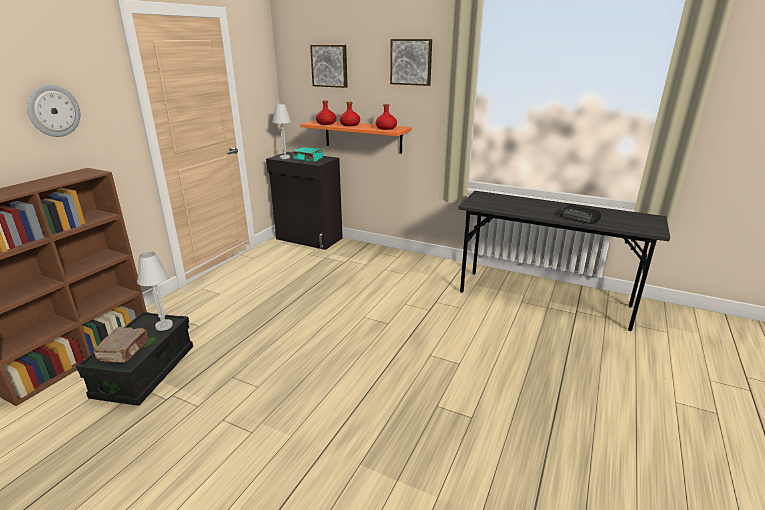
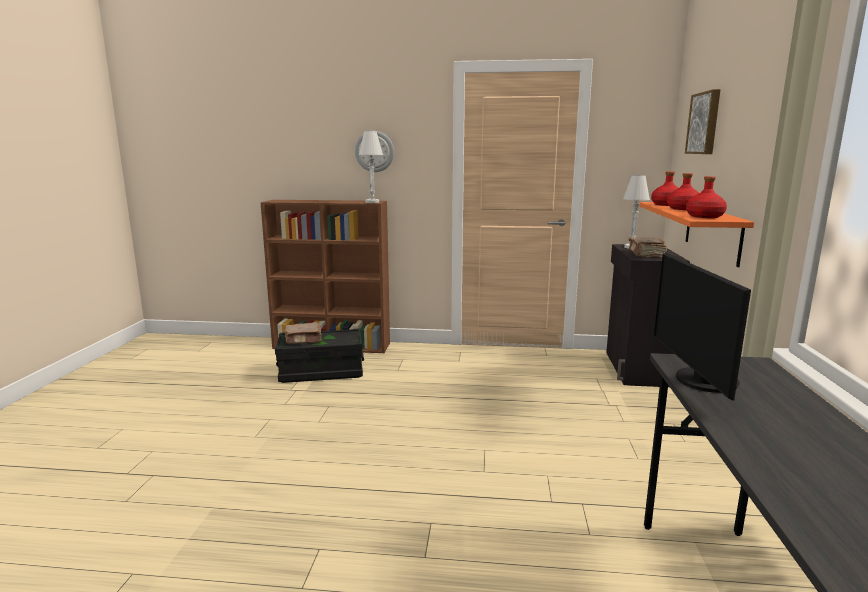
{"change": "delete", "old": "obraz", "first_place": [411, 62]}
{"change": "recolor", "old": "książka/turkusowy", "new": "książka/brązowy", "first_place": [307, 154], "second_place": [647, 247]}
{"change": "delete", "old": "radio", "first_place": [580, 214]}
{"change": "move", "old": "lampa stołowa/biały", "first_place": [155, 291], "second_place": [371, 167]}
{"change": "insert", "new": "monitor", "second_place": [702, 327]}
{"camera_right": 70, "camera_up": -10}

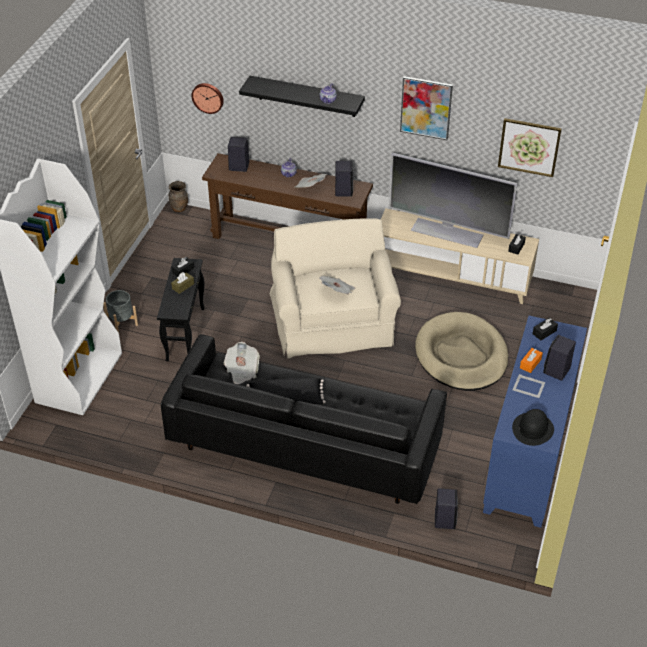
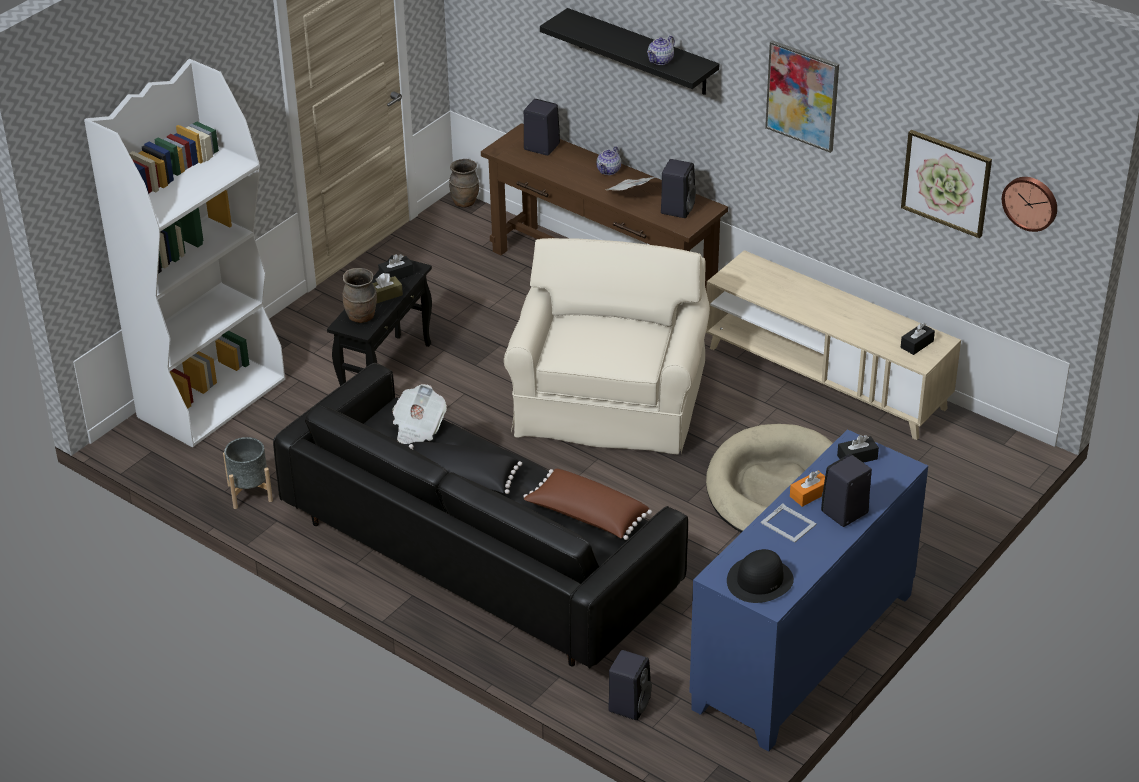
{"change": "move", "old": "zegar ścienny", "first_place": [207, 98], "second_place": [1029, 204]}
{"change": "delete", "old": "telewizor", "first_place": [453, 200]}
{"change": "delete", "old": "gazeta", "first_place": [337, 284]}
{"change": "move", "old": "donica/szary", "first_place": [120, 311], "second_place": [248, 473]}
{"change": "insert", "new": "wazon/brązowy", "second_place": [359, 295]}
{"change": "insert", "new": "poduszka/brązowy", "second_place": [588, 504]}
{"camera_right": 20, "camera_up": -5}

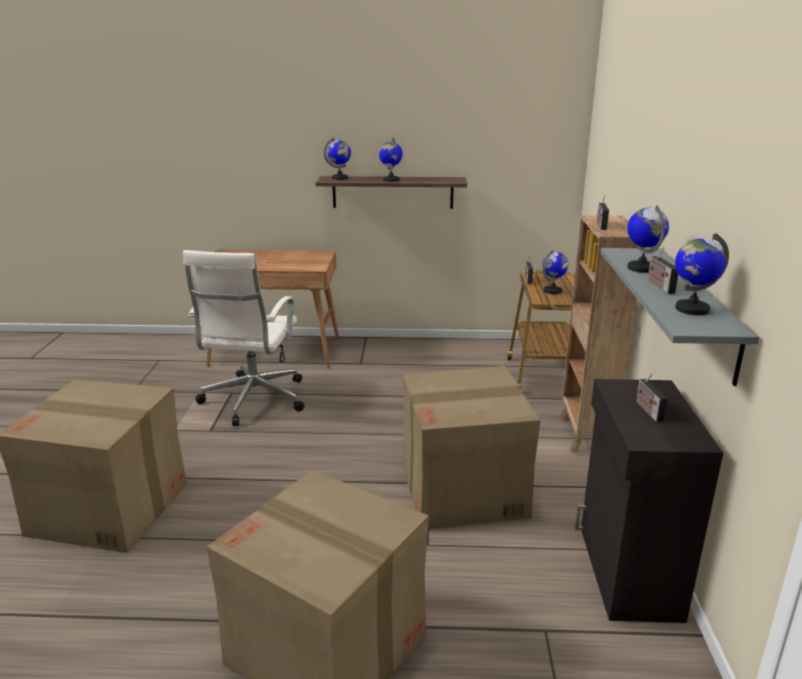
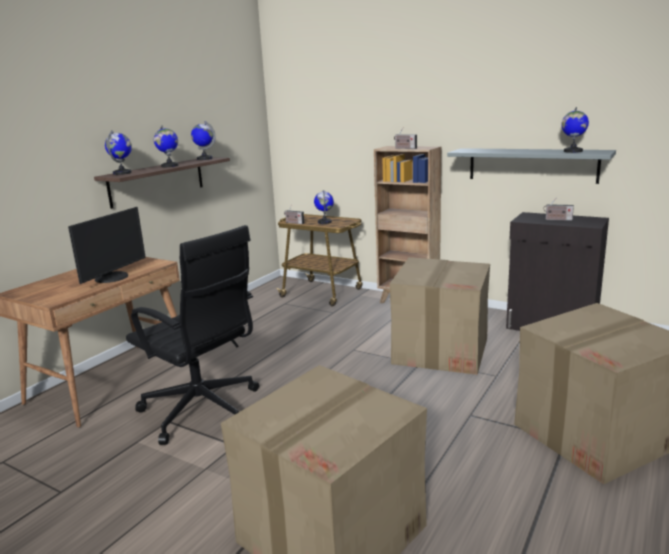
{"change": "move", "old": "globus", "first_place": [648, 239], "second_place": [203, 140]}
{"change": "delete", "old": "radio", "first_place": [663, 270]}
{"change": "recolor", "old": "krzesło biurowe/biały", "new": "krzesło biurowe/czarny", "first_place": [244, 338], "second_place": [192, 335]}
{"change": "insert", "new": "monitor", "second_place": [107, 245]}
{"camera_right": -60, "camera_up": -5}

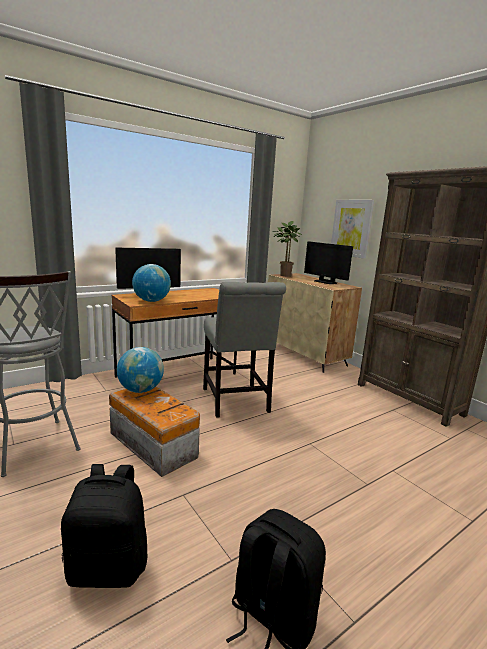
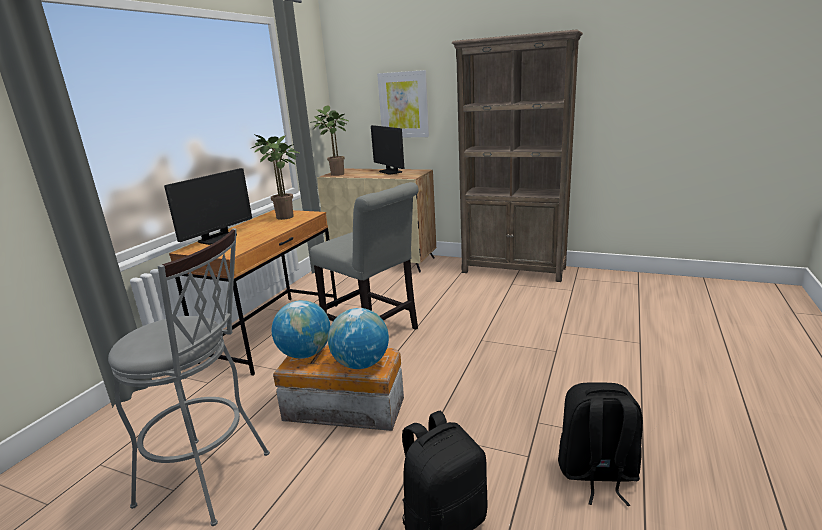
{"change": "rotate", "old": "monitor", "first_place": [328, 262], "second_place": [387, 149], "degrees": 45}
{"change": "move", "old": "globus", "first_place": [151, 283], "second_place": [358, 338]}
{"change": "insert", "new": "roślina doniczkowa", "second_place": [275, 177]}
{"camera_right": -30, "camera_up": 5}

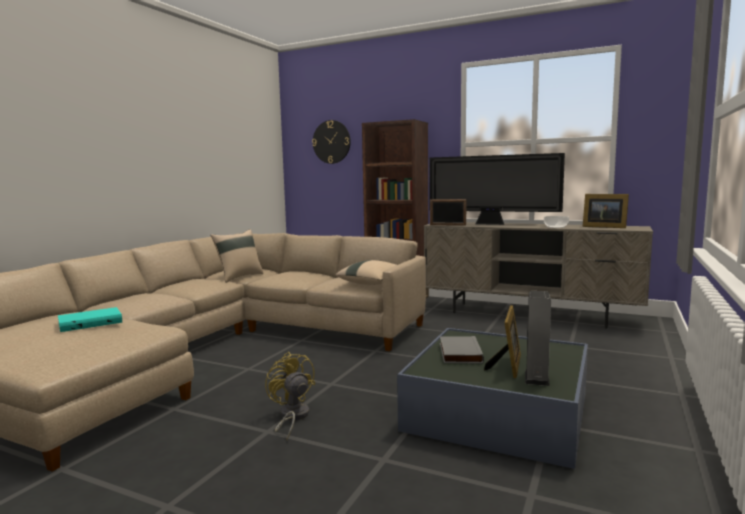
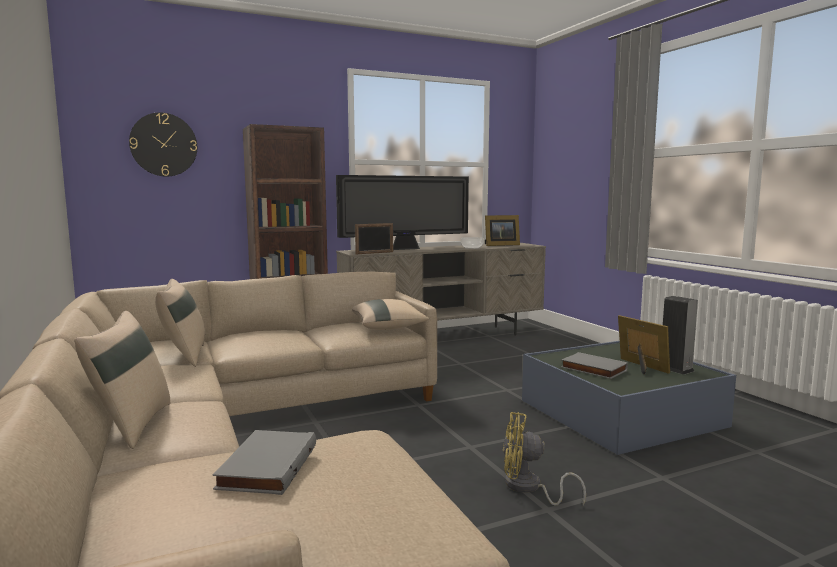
{"change": "recolor", "old": "książka/turkusowy", "new": "książka/szary", "first_place": [90, 319], "second_place": [264, 462]}
{"change": "insert", "new": "poduszka/beżowy", "second_place": [122, 380]}
{"camera_right": -50, "camera_up": 0}

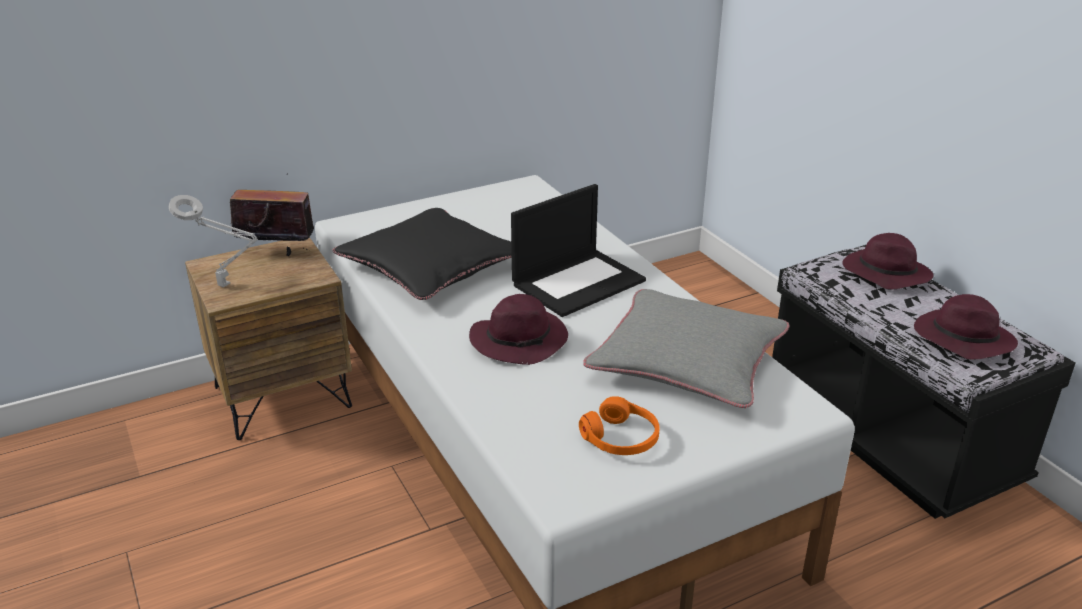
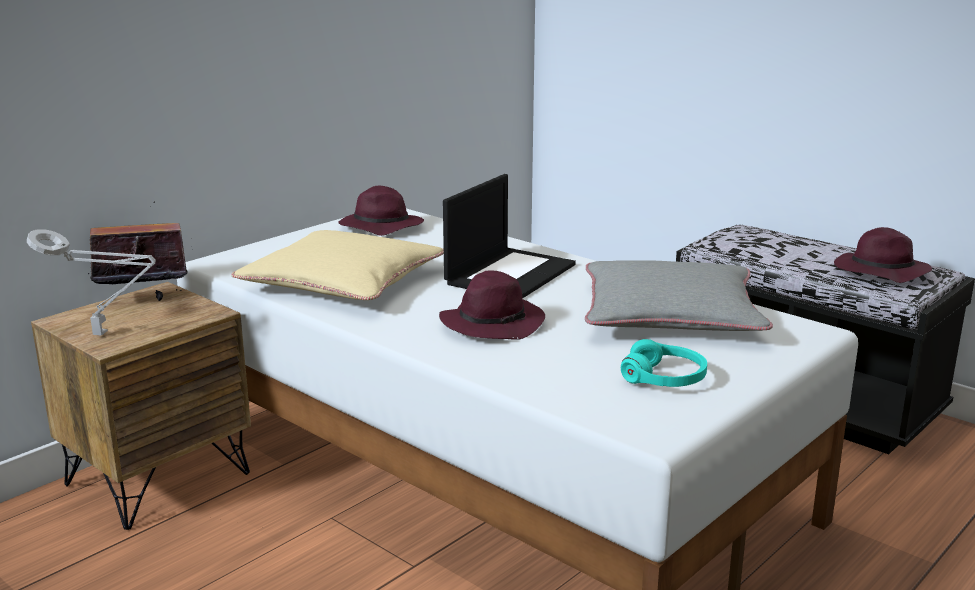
{"change": "recolor", "old": "poduszka/czarny", "new": "poduszka/beżowy", "first_place": [422, 254], "second_place": [337, 265]}
{"change": "move", "old": "kapelusz/fioletowy", "first_place": [888, 261], "second_place": [381, 211]}
{"change": "recolor", "old": "słuchawki/pomarańczowy", "new": "słuchawki/turkusowy", "first_place": [619, 425], "second_place": [664, 363]}
{"camera_right": -20, "camera_up": -10}

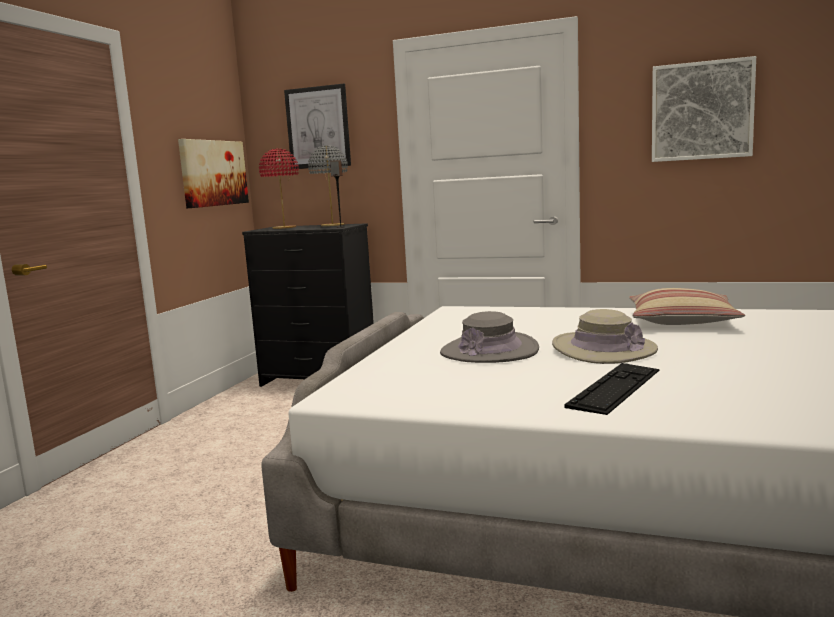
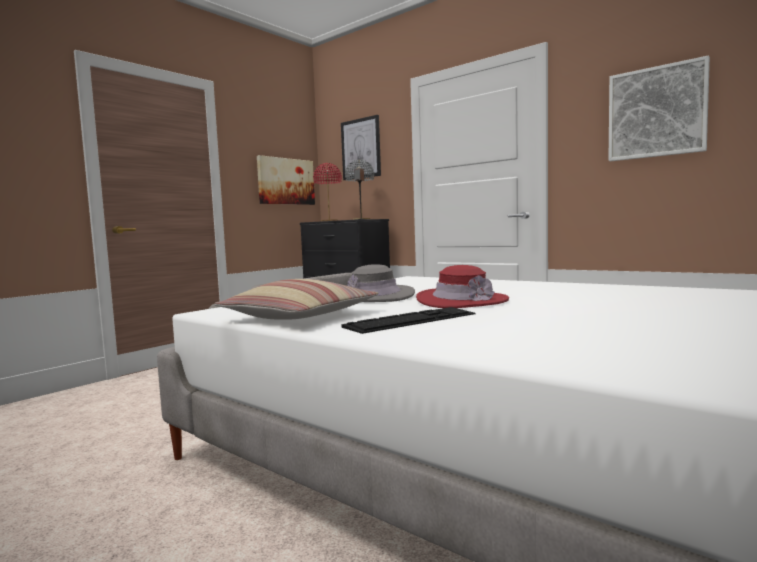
{"change": "move", "old": "poduszka", "first_place": [687, 306], "second_place": [296, 299]}
{"change": "recolor", "old": "kapelusz/beżowy", "new": "kapelusz/czerwony", "first_place": [605, 336], "second_place": [462, 286]}
{"camera_right": 20, "camera_up": -5}

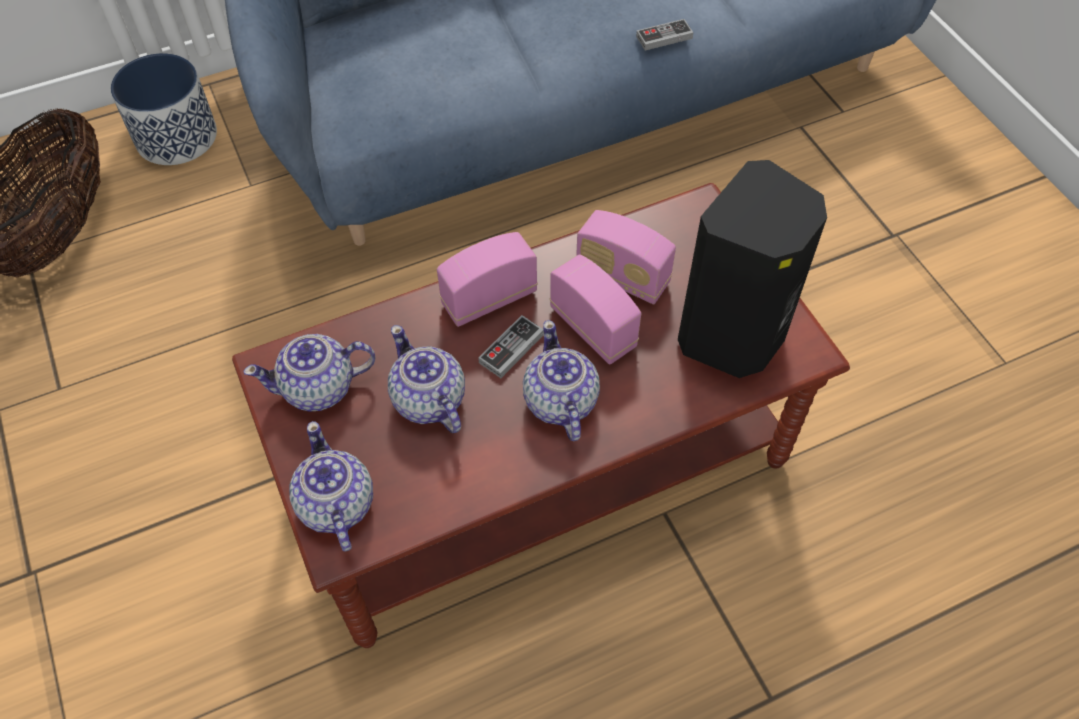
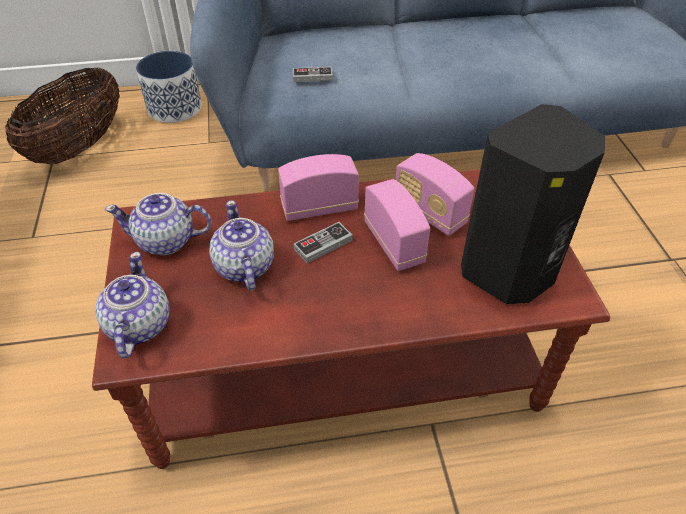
{"change": "move", "old": "pad do gier", "first_place": [665, 35], "second_place": [313, 74]}
{"change": "delete", "old": "imbryk", "first_place": [561, 380]}
{"camera_right": 15, "camera_up": -10}

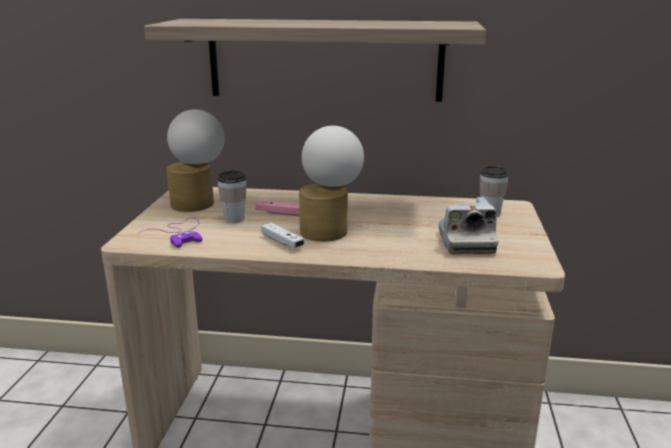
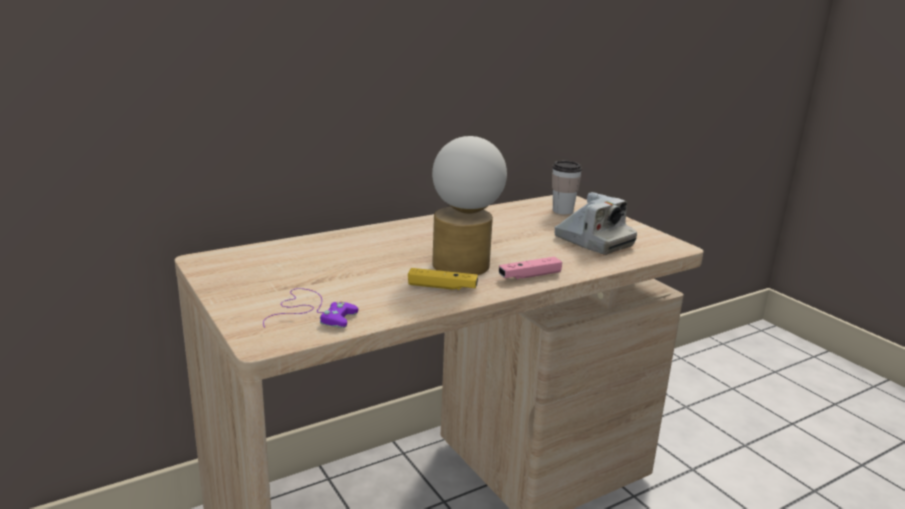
{"change": "delete", "old": "półka", "first_place": [315, 60]}
{"change": "delete", "old": "lampa stołowa", "first_place": [195, 160]}
{"change": "delete", "old": "filiżanka", "first_place": [232, 197]}
{"change": "move", "old": "pad do gier/różowy", "first_place": [277, 208], "second_place": [530, 268]}
{"change": "recolor", "old": "pad do gier/biały", "new": "pad do gier/żółty", "first_place": [283, 235], "second_place": [443, 279]}
{"camera_right": -40, "camera_up": 0}

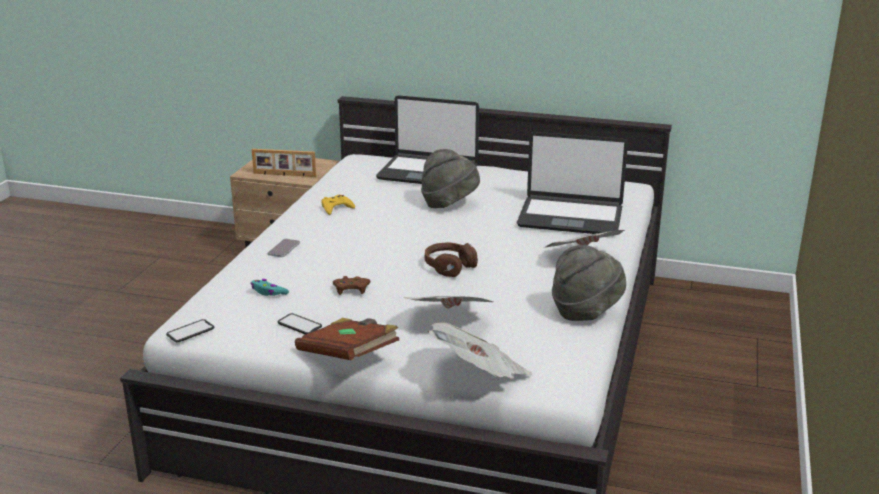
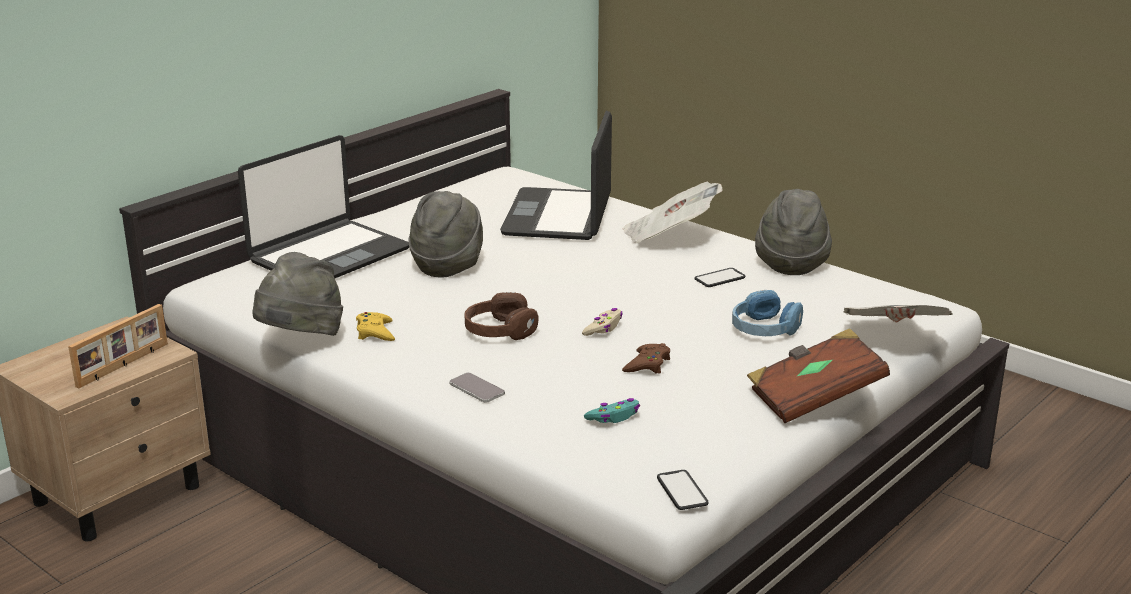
{"change": "rotate", "old": "laptop", "first_place": [572, 183], "second_place": [556, 175], "degrees": 150}
{"change": "move", "old": "słuchawki/brązowy", "first_place": [451, 259], "second_place": [502, 316]}
{"change": "replace", "old": "gazeta", "new": "słuchawki/niebieski", "first_place": [448, 302], "second_place": [767, 313]}
{"change": "move", "old": "telefon", "first_place": [299, 323], "second_place": [720, 277]}
{"change": "insert", "new": "kapelusz/szary", "second_place": [297, 294]}
{"change": "insert", "new": "pad do gier/beżowy", "second_place": [602, 322]}
{"camera_right": -65, "camera_up": 0}

